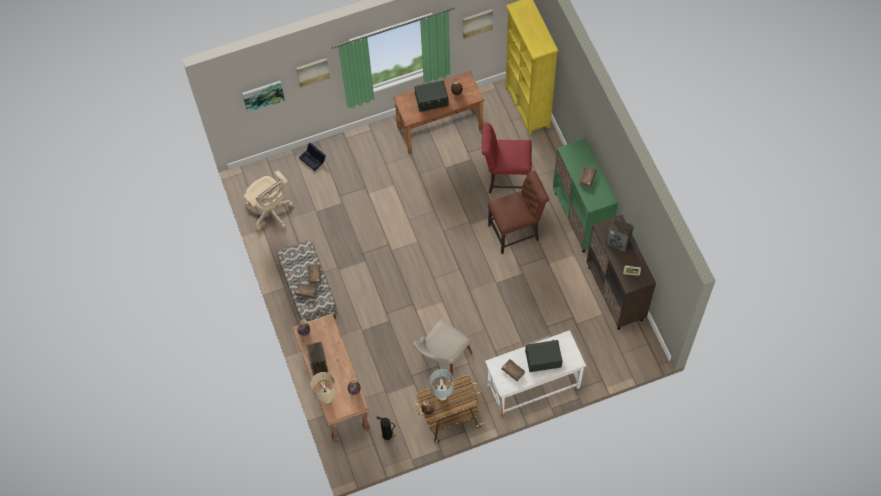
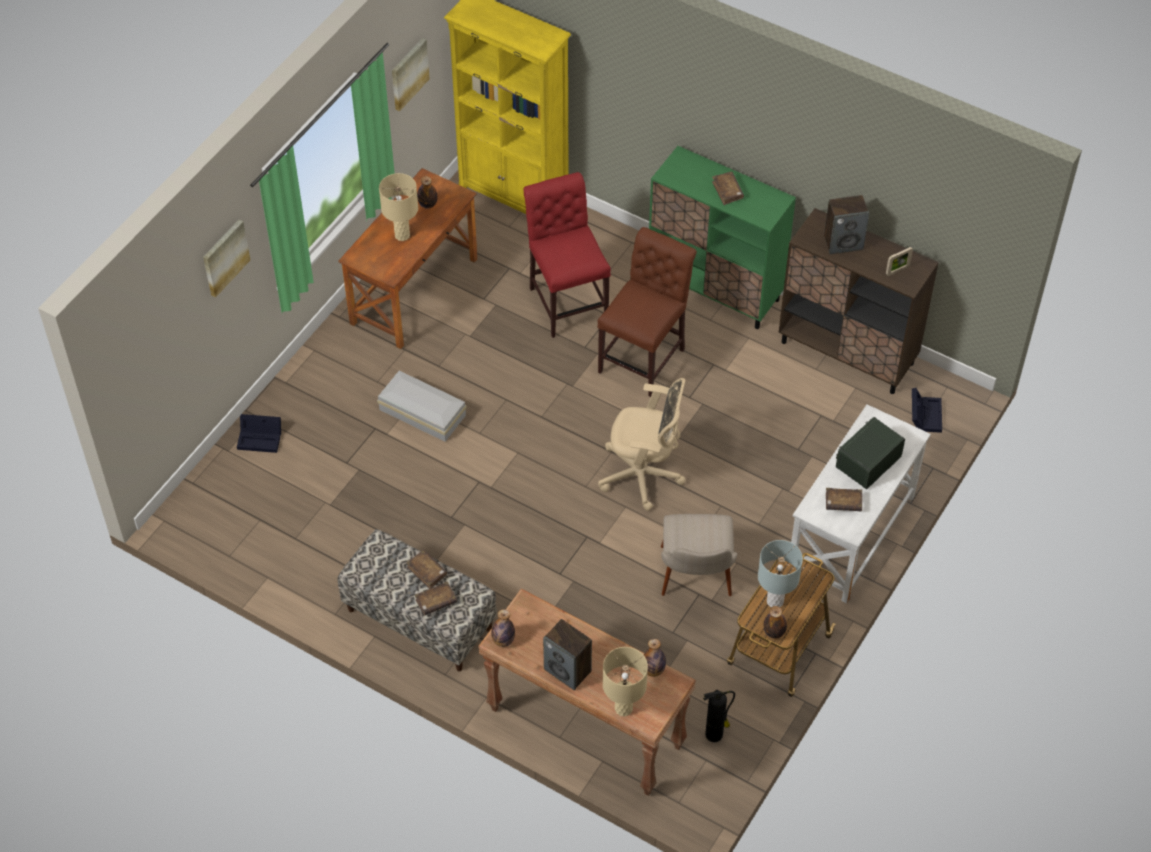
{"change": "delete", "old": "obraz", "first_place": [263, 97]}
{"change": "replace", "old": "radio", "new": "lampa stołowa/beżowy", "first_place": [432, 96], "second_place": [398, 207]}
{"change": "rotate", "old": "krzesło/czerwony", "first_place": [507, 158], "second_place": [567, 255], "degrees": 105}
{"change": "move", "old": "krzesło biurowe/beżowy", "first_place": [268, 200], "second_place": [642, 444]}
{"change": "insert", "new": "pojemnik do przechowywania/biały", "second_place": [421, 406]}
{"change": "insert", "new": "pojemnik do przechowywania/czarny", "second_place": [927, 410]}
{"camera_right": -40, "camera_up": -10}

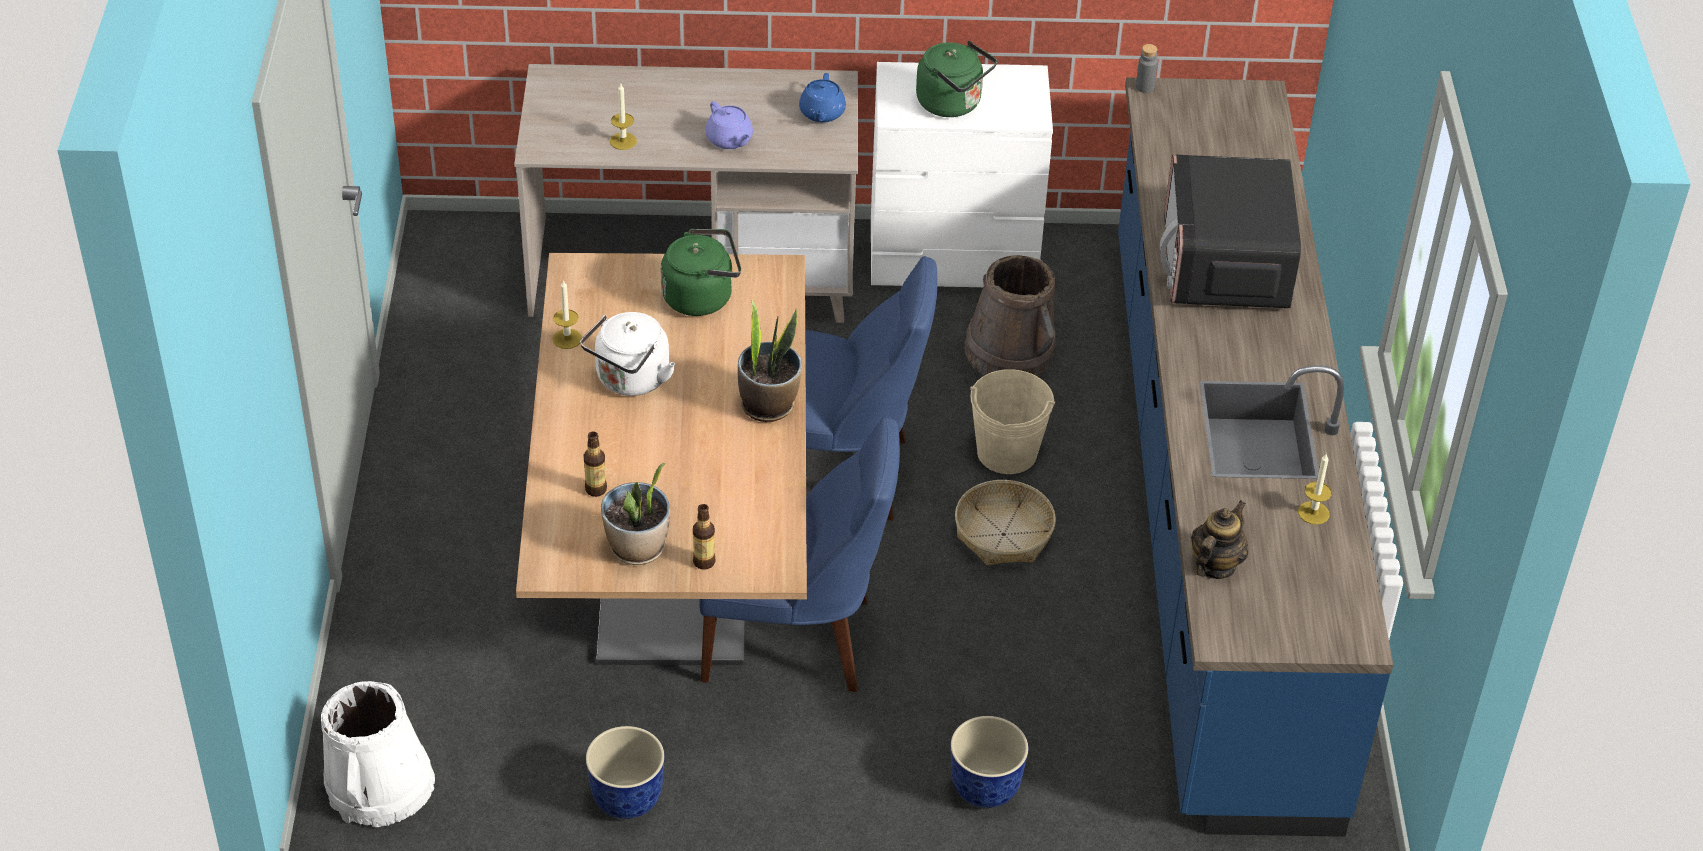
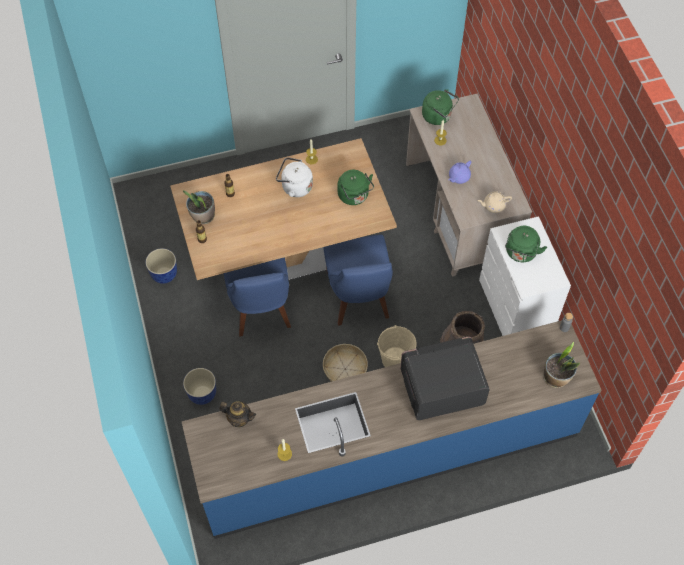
{"change": "recolor", "old": "imbryk/niebieski", "new": "imbryk/beżowy", "first_place": [822, 98], "second_place": [495, 202]}
{"change": "move", "old": "roślina doniczkowa", "first_place": [770, 360], "second_place": [561, 365]}
{"change": "delete", "old": "wiadro/biały", "first_place": [378, 754]}
{"change": "insert", "new": "czajnik/zielony", "second_place": [440, 107]}
{"camera_right": 75, "camera_up": 15}

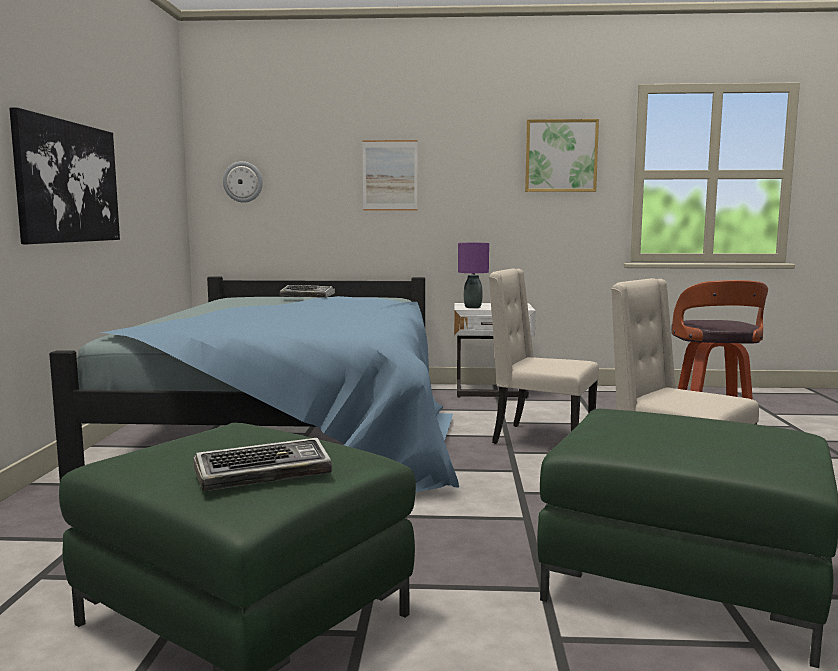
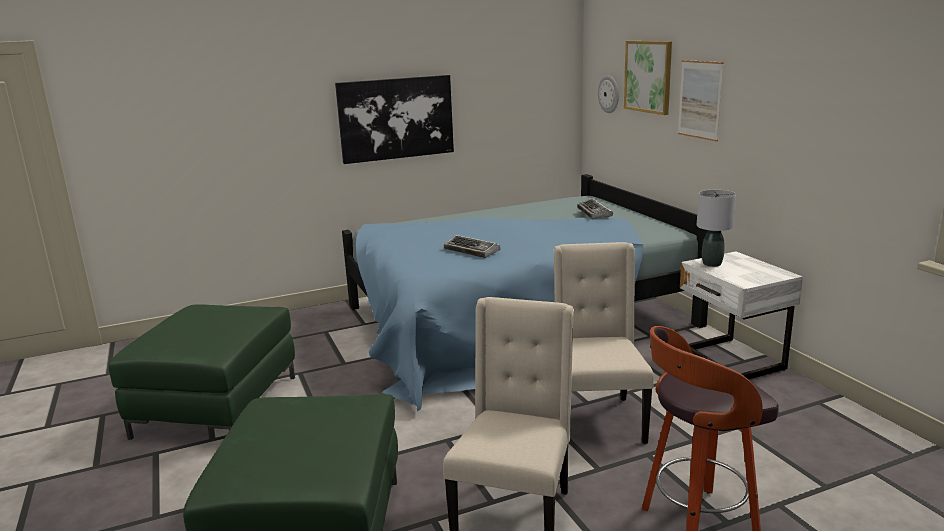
{"change": "move", "old": "obraz", "first_place": [562, 155], "second_place": [648, 78]}
{"change": "recolor", "old": "lampa stołowa/fioletowy", "new": "lampa stołowa/szary", "first_place": [473, 275], "second_place": [716, 228]}
{"change": "move", "old": "klawiatura", "first_place": [262, 464], "second_place": [472, 246]}
{"camera_right": 65, "camera_up": 10}

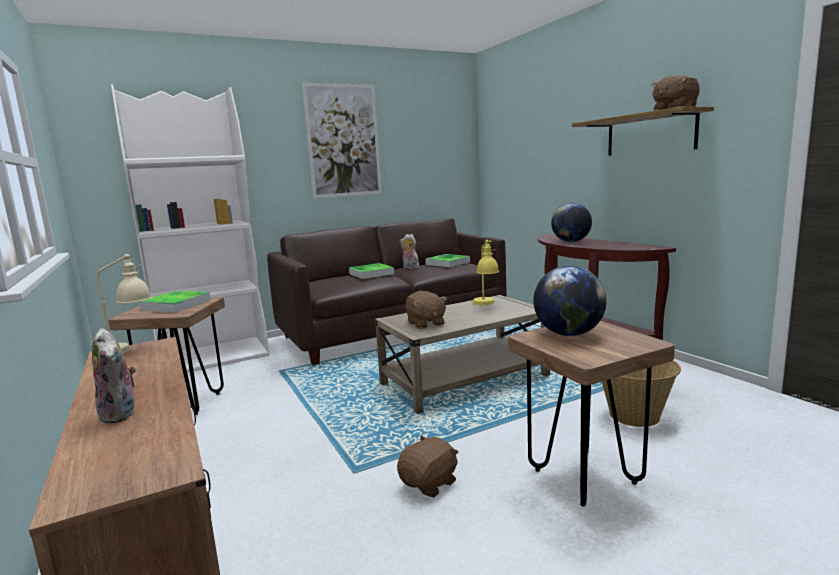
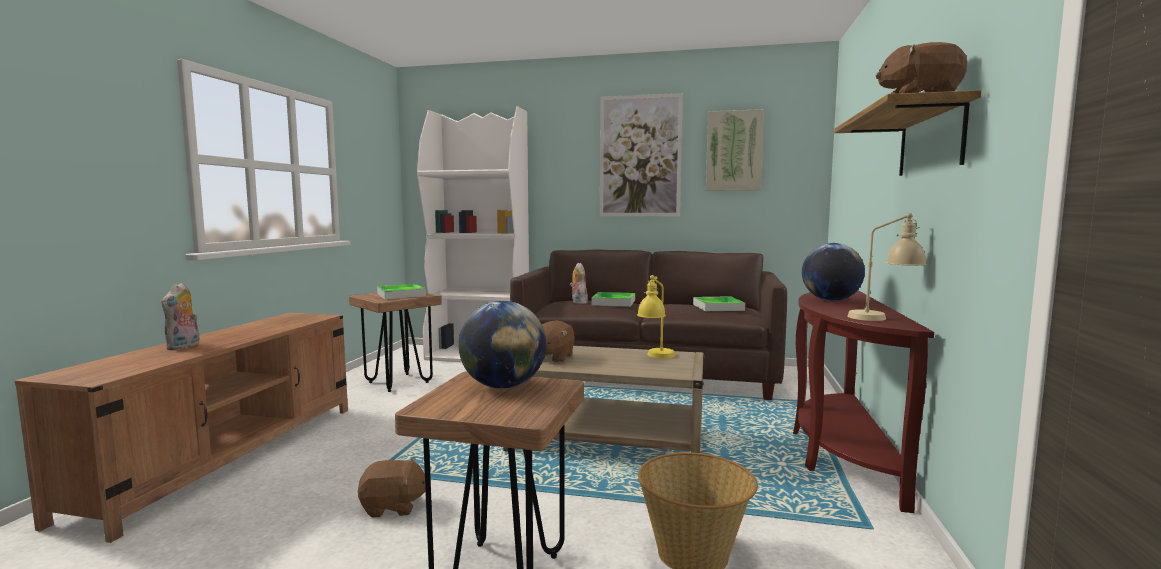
{"change": "move", "old": "pluszak", "first_place": [409, 251], "second_place": [579, 283]}
{"change": "move", "old": "lampa stołowa/beżowy", "first_place": [124, 304], "second_place": [887, 267]}
{"change": "insert", "new": "obraz", "second_place": [735, 150]}
{"camera_right": 40, "camera_up": -5}

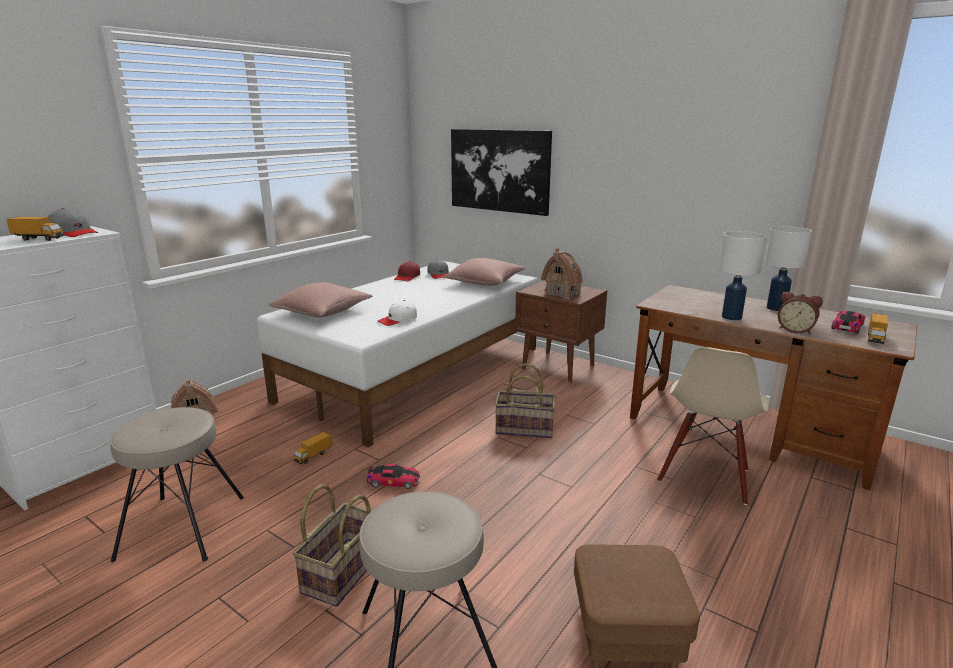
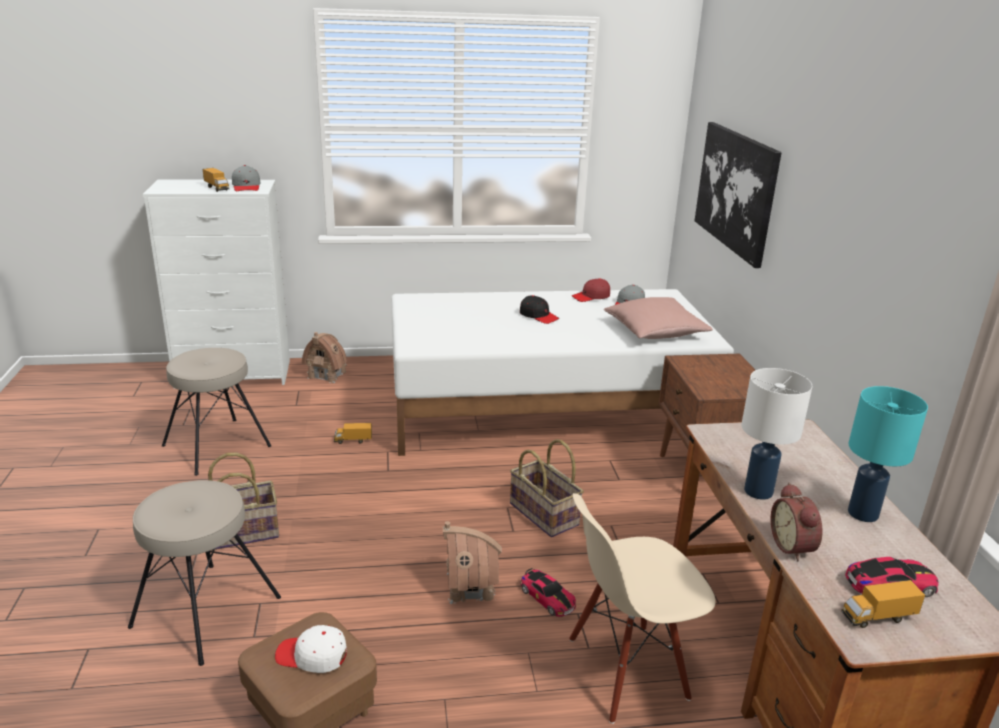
{"change": "recolor", "old": "lampa stołowa/biały", "new": "lampa stołowa/turkusowy", "first_place": [788, 268], "second_place": [888, 454]}
{"change": "move", "old": "domek", "first_place": [562, 273], "second_place": [472, 562]}
{"change": "delete", "old": "poduszka/różowy", "first_place": [321, 299]}
{"change": "move", "old": "czapka z daszkiem/biały", "first_place": [397, 313], "second_place": [311, 649]}
{"change": "move", "old": "samochodzik", "first_place": [393, 476], "second_place": [548, 592]}
{"change": "insert", "new": "czapka z daszkiem/czarny", "second_place": [539, 309]}
{"camera_right": 45, "camera_up": 5}

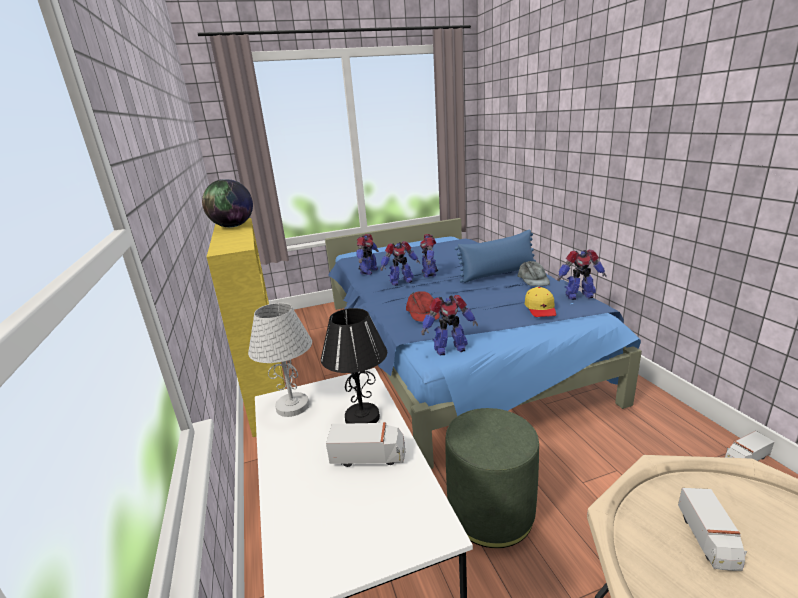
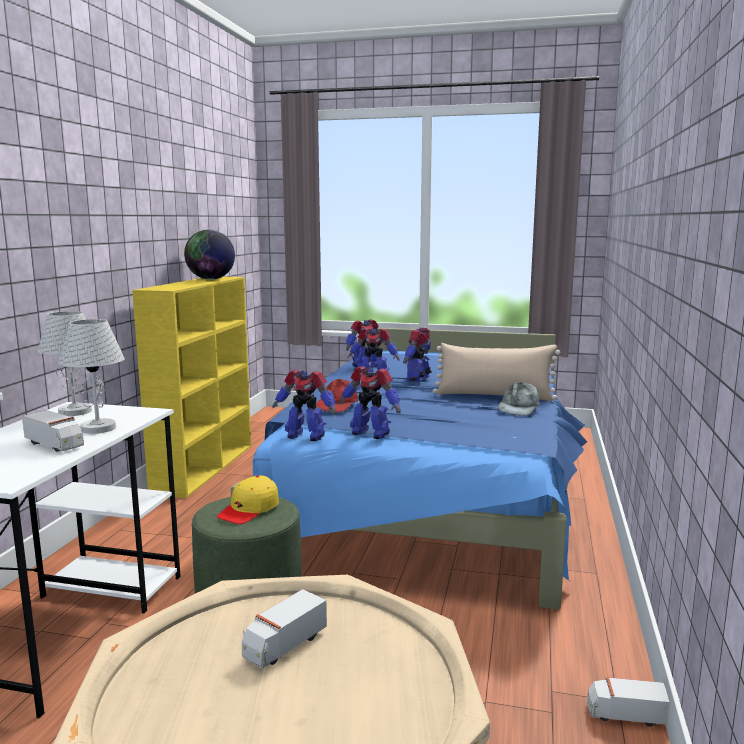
{"change": "recolor", "old": "poduszka/niebieski", "new": "poduszka/beżowy", "first_place": [495, 256], "second_place": [496, 372]}
{"change": "move", "old": "robot zabawkowy", "first_place": [582, 274], "second_place": [370, 402]}
{"change": "move", "old": "czapka z daszkiem/żółty", "first_place": [540, 302], "second_place": [248, 499]}
{"change": "recolor", "old": "lampa stołowa/czarny", "new": "lampa stołowa/biały", "first_place": [354, 366], "second_place": [91, 376]}
{"camera_right": 30, "camera_up": -10}

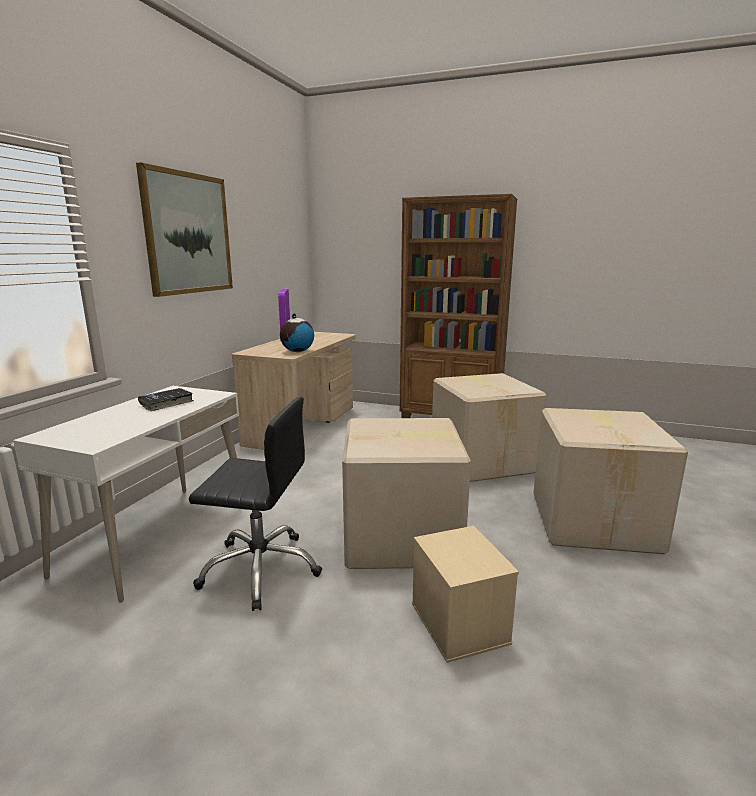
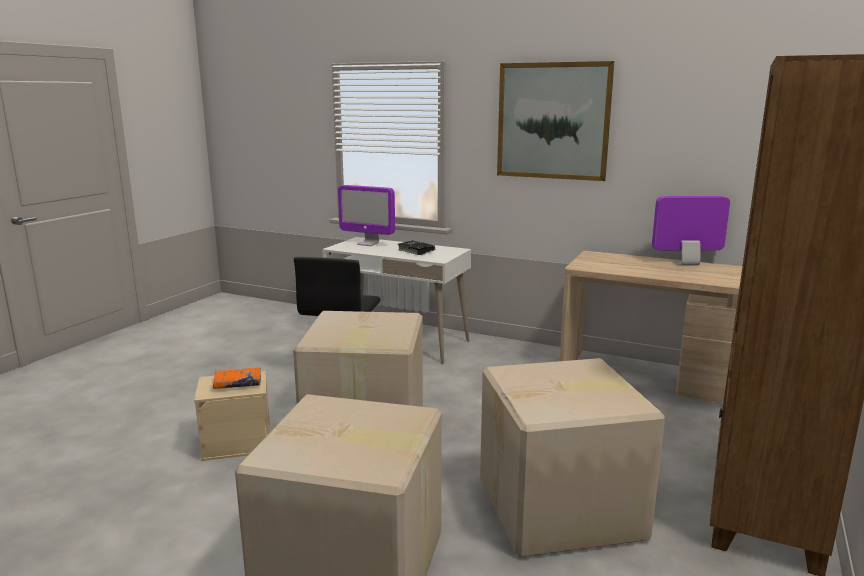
{"change": "delete", "old": "globus", "first_place": [297, 332]}
{"change": "insert", "new": "monitor", "second_place": [366, 215]}
{"change": "insert", "new": "książka/pomarańczowy", "second_place": [237, 378]}
{"camera_right": 95, "camera_up": 0}

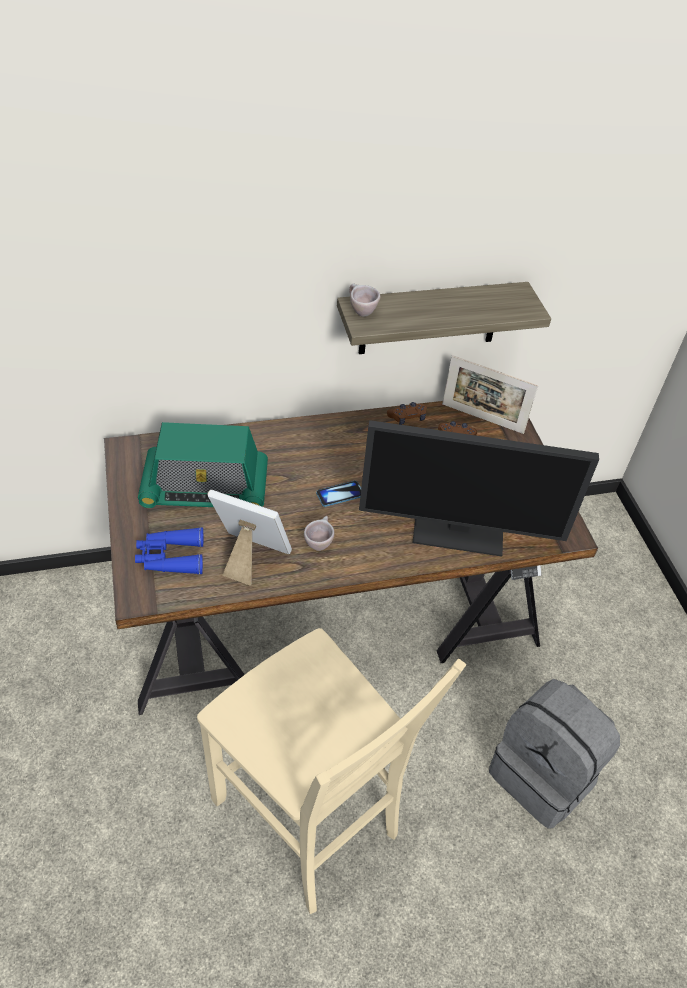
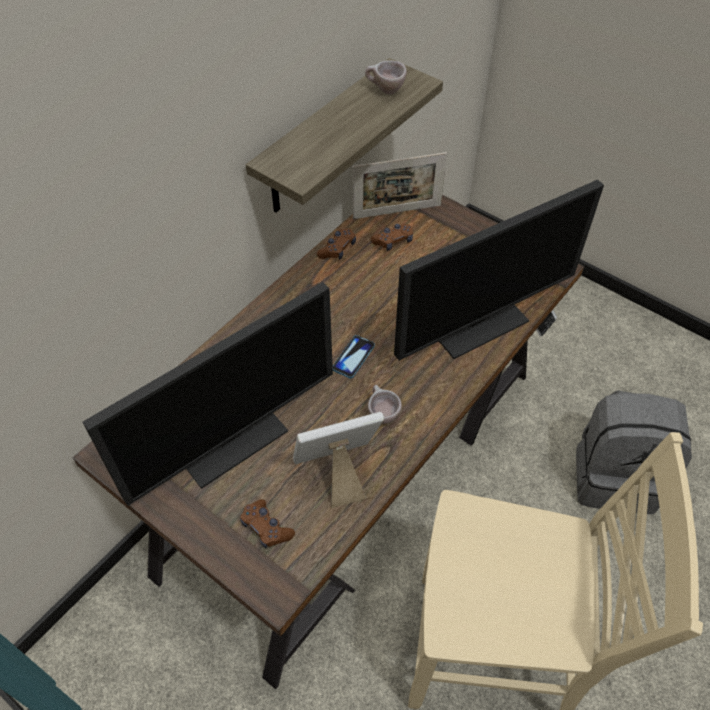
{"change": "move", "old": "filiżanka/beżowy", "first_place": [364, 300], "second_place": [386, 77]}
{"change": "replace", "old": "radio", "new": "monitor", "first_place": [203, 465], "second_place": [208, 394]}
{"change": "replace", "old": "lornetka/niebieski", "new": "pad do gier/brązowy", "first_place": [169, 551], "second_place": [267, 523]}
{"camera_right": -35, "camera_up": 5}

